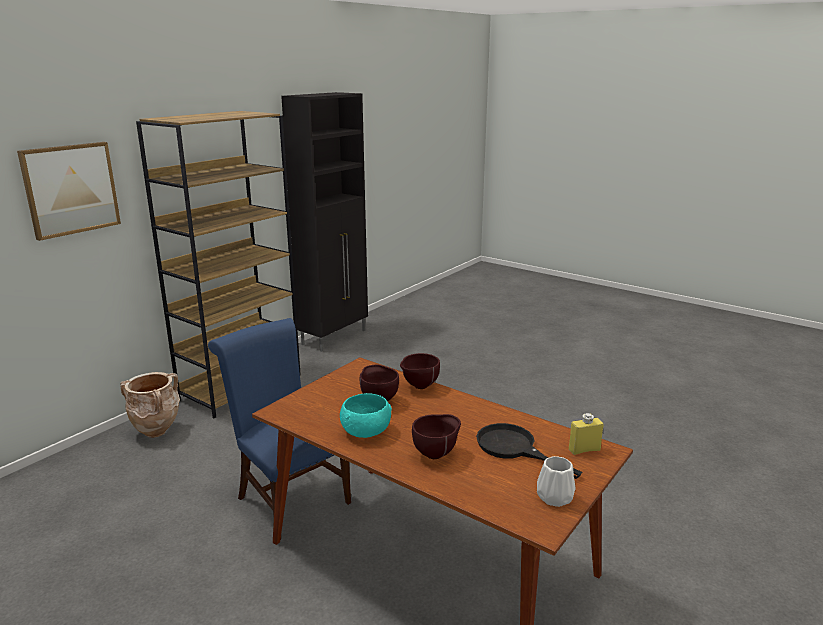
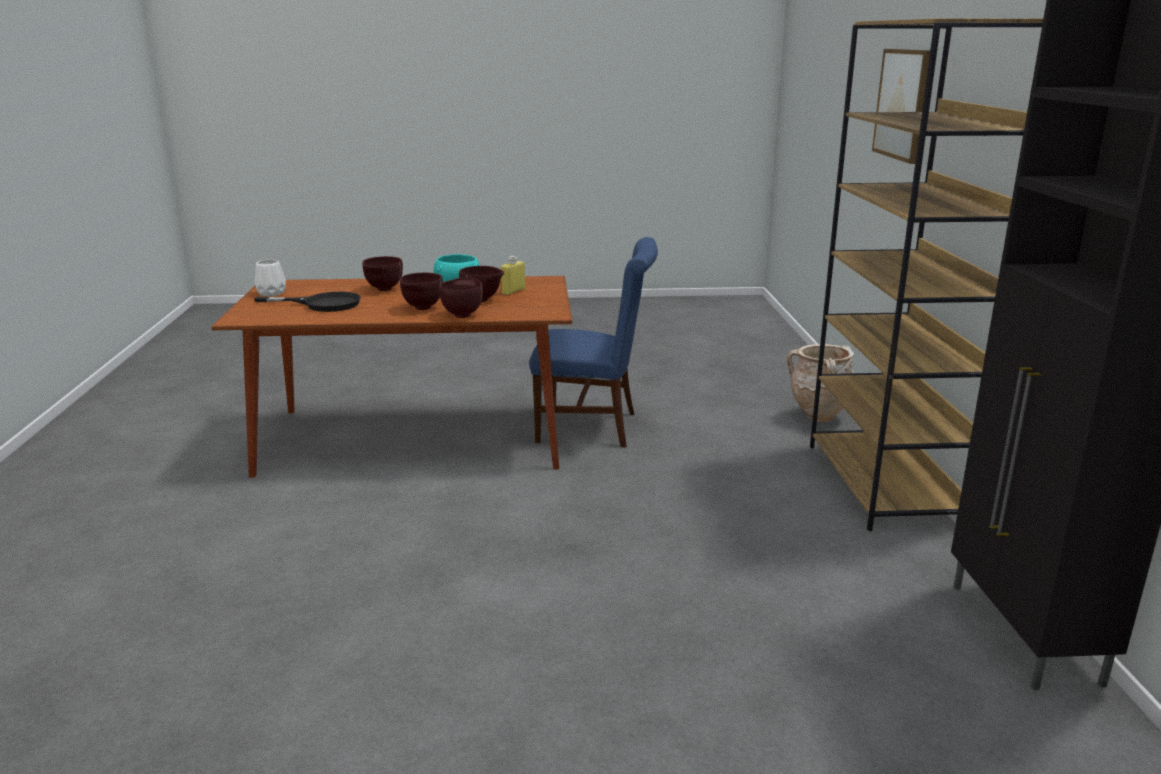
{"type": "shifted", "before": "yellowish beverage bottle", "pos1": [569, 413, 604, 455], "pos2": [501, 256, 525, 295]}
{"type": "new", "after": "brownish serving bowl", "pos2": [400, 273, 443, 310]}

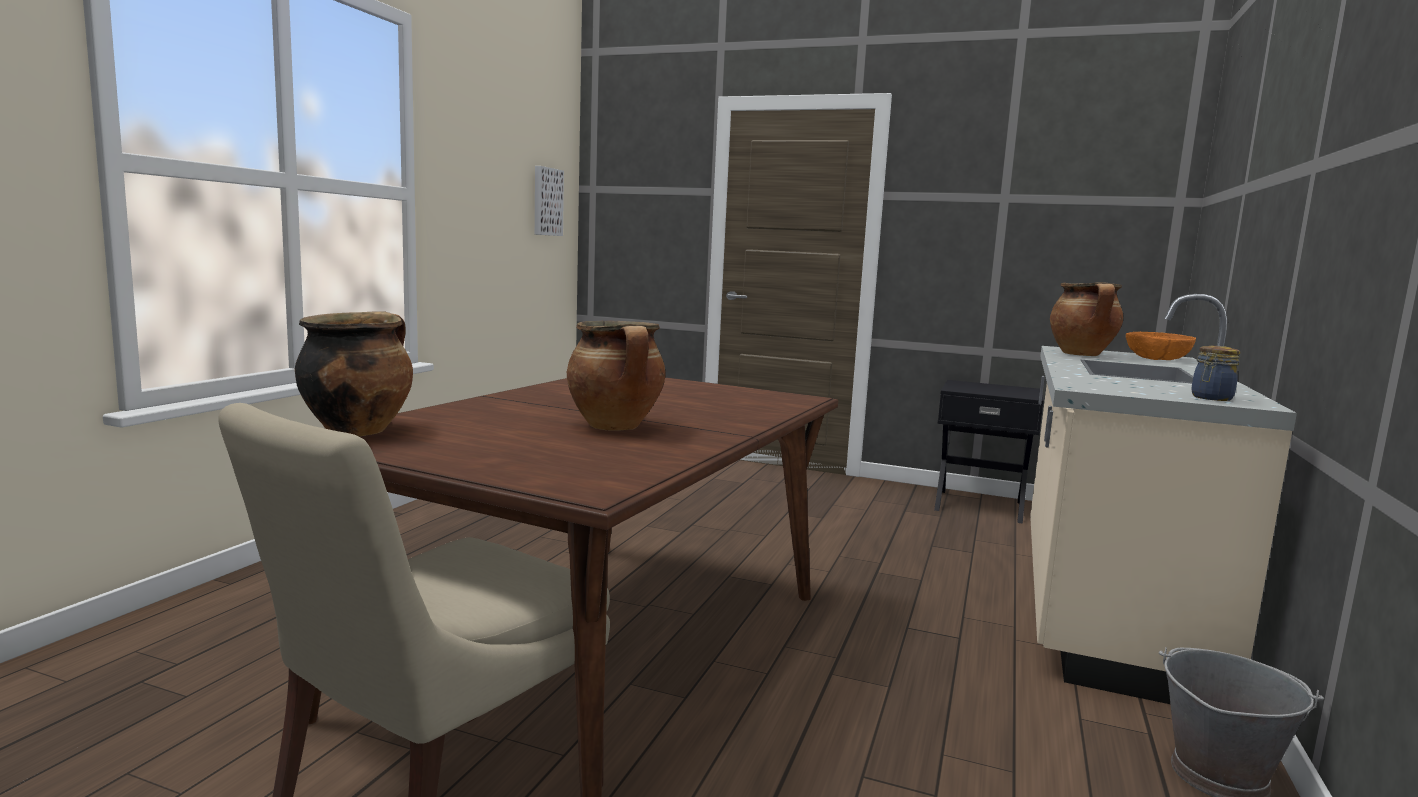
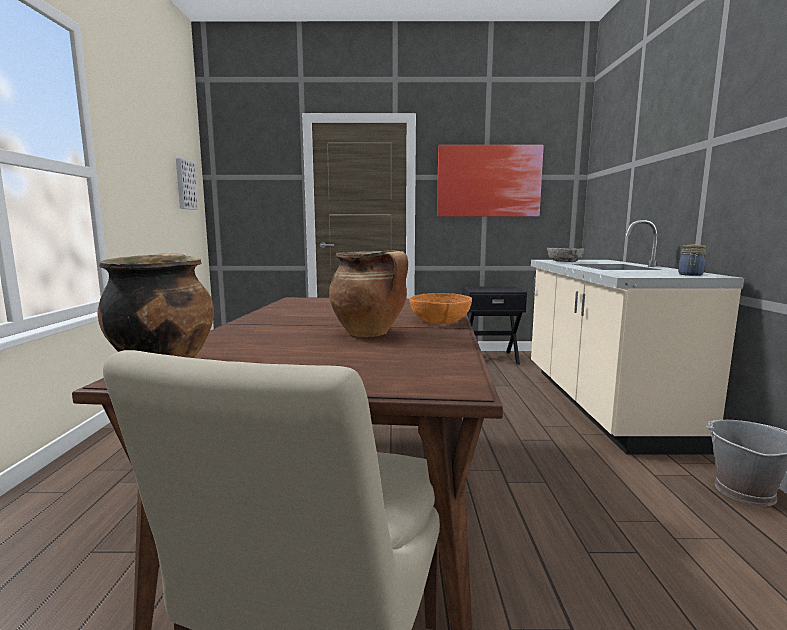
{"type": "swapped", "before": "cooking pot", "after": "grey serving bowl", "pos1": [1050, 282, 1123, 356], "pos2": [547, 248, 584, 262]}
{"type": "shifted", "before": "orange serving bowl", "pos1": [1126, 332, 1196, 360], "pos2": [409, 293, 472, 324]}
{"type": "new", "after": "wall art", "pos2": [437, 145, 544, 216]}

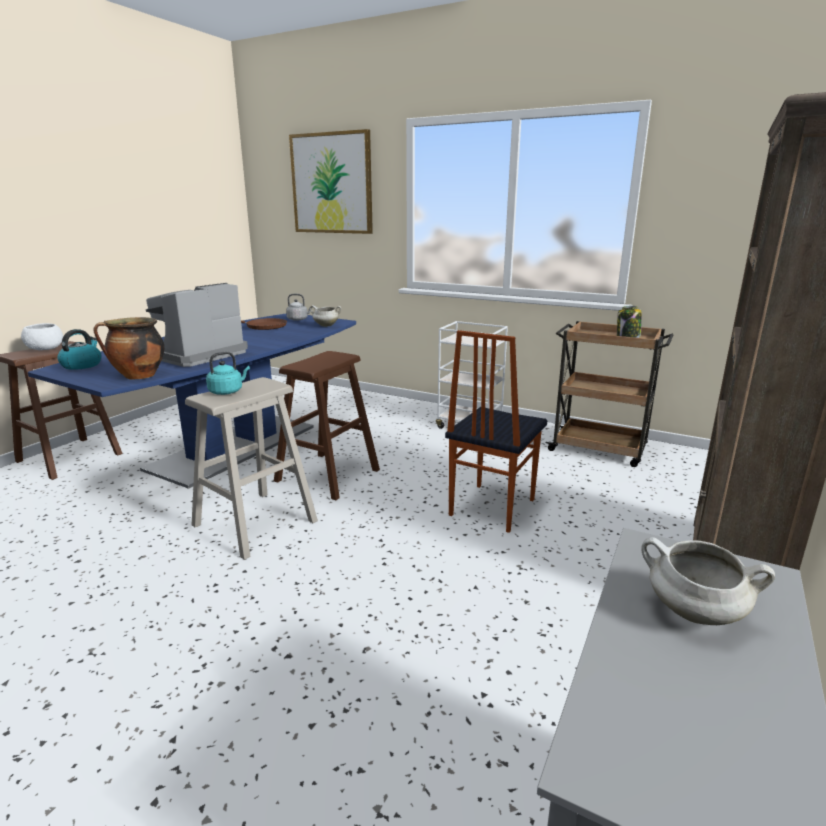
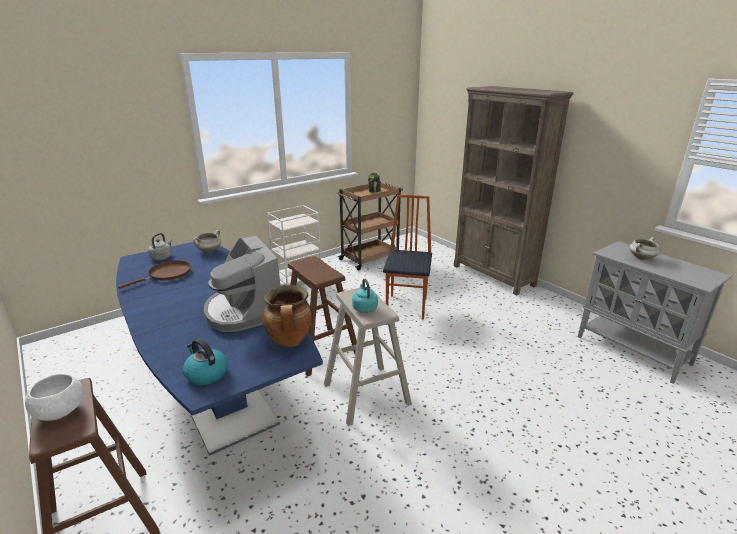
{"type": "gone", "before": "wall art", "pos1": [289, 129, 373, 234]}
{"type": "rotated", "before": "chair", "pos1": [445, 330, 548, 533], "pos2": [383, 195, 432, 320], "turn": -135}

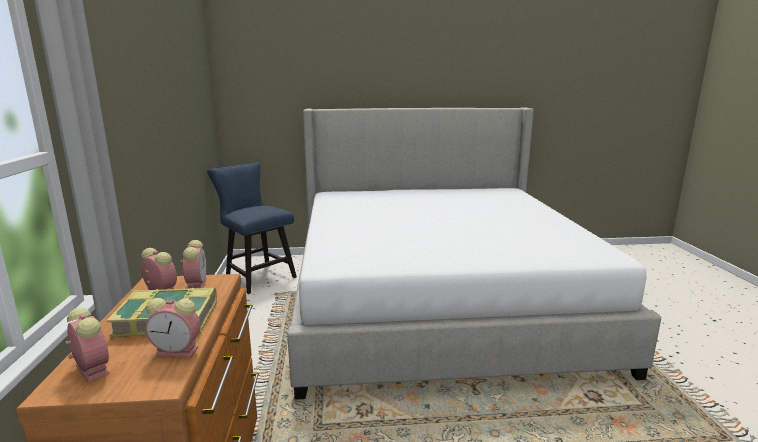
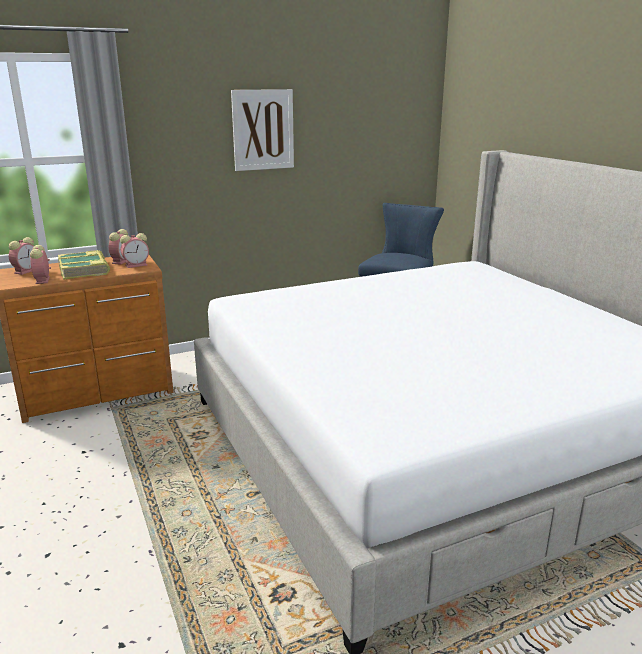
{"type": "new", "after": "wall art", "pos2": [231, 89, 294, 171]}

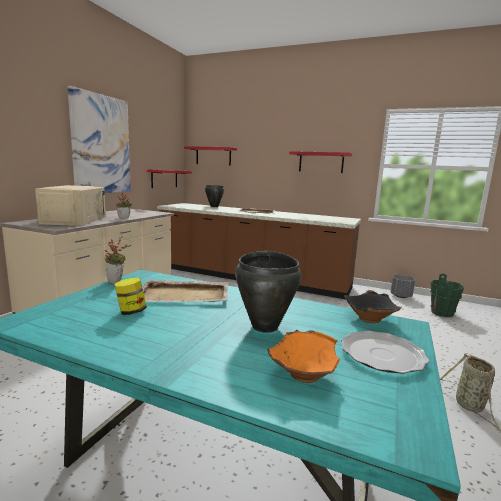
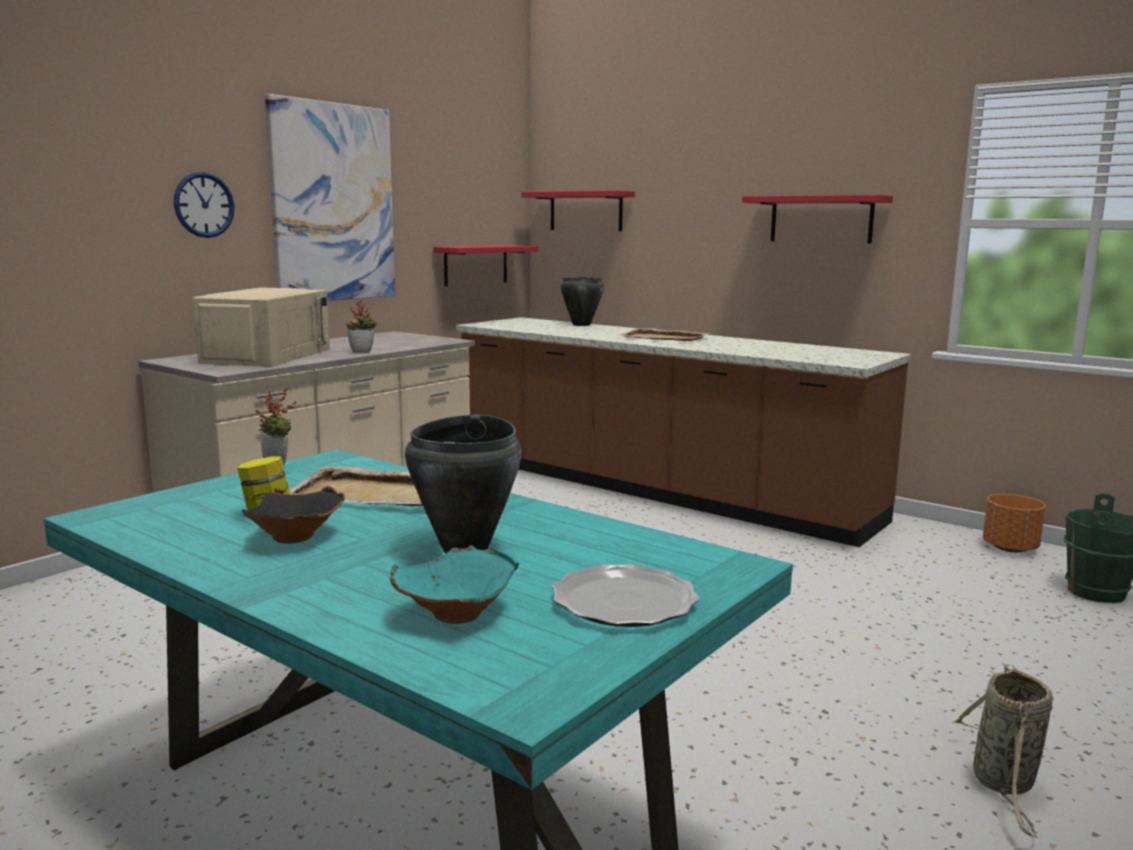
{"type": "repainted", "before": "orange serving bowl", "after": "turquoise serving bowl", "pos1": [267, 330, 340, 383], "pos2": [390, 545, 519, 624]}
{"type": "shifted", "before": "black serving bowl", "pos1": [344, 290, 402, 323], "pos2": [242, 486, 345, 543]}
{"type": "repainted", "before": "grey flower pot", "after": "orange flower pot", "pos1": [390, 275, 415, 298], "pos2": [983, 494, 1046, 553]}
{"type": "new", "after": "hanging clock", "pos2": [174, 172, 234, 238]}

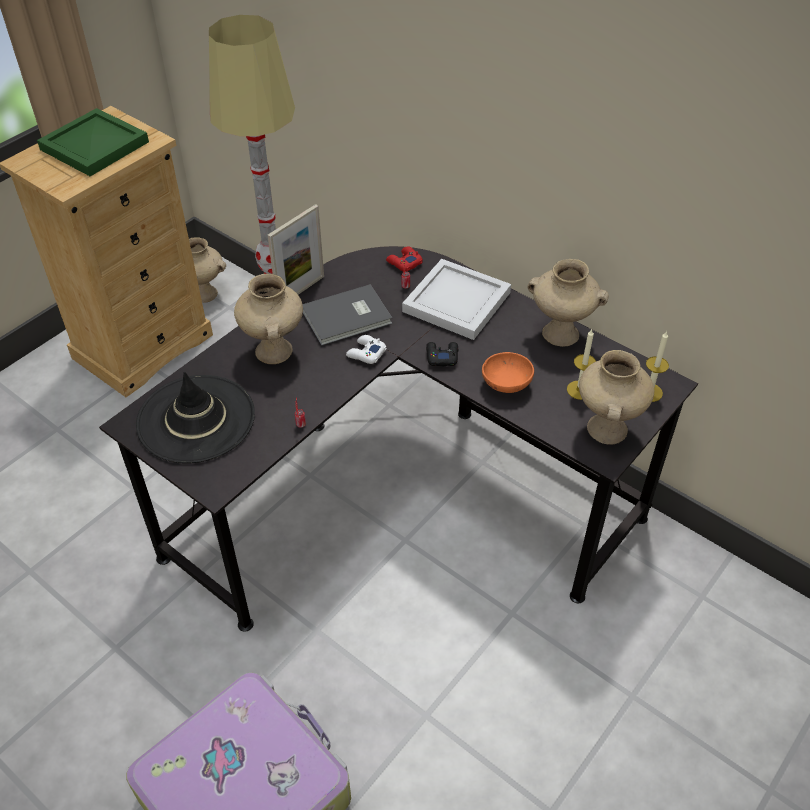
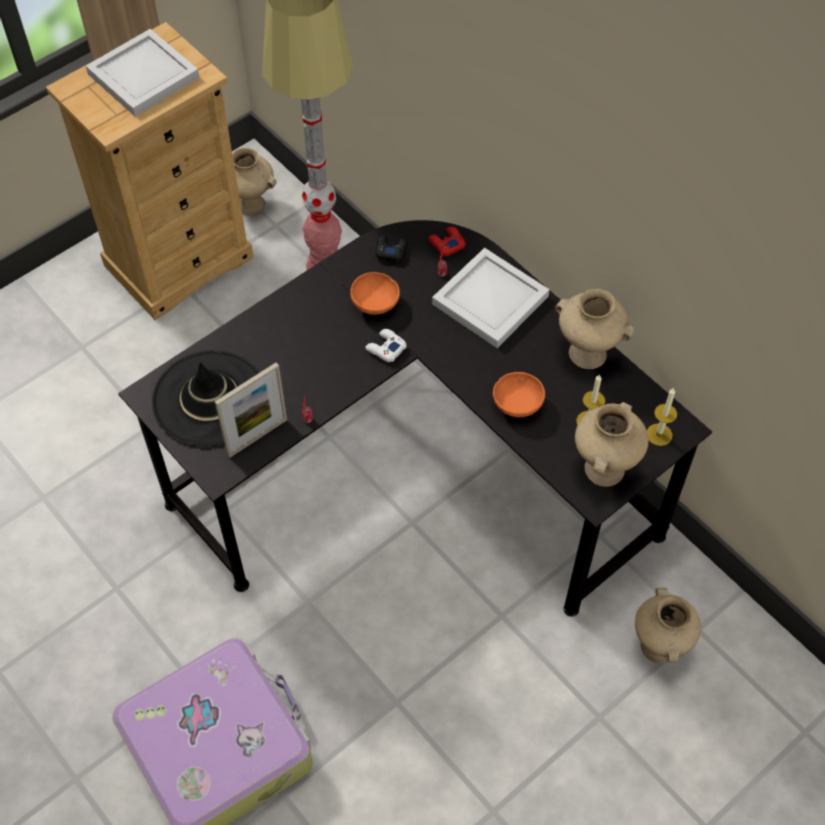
{"type": "repainted", "before": "green serving tray", "after": "white-coloured serving tray", "pos1": [37, 108, 149, 176], "pos2": [86, 29, 199, 116]}
{"type": "shifted", "before": "beige flower vase", "pos1": [234, 274, 303, 364], "pos2": [635, 588, 701, 663]}
{"type": "shifted", "before": "photo frame", "pos1": [268, 204, 324, 295], "pos2": [215, 363, 287, 458]}
{"type": "swapped", "before": "grey bound book", "after": "orange serving bowl", "pos1": [302, 284, 392, 346], "pos2": [350, 272, 400, 315]}
{"type": "shifted", "before": "black gamepad", "pos1": [426, 342, 458, 367], "pos2": [376, 234, 408, 262]}

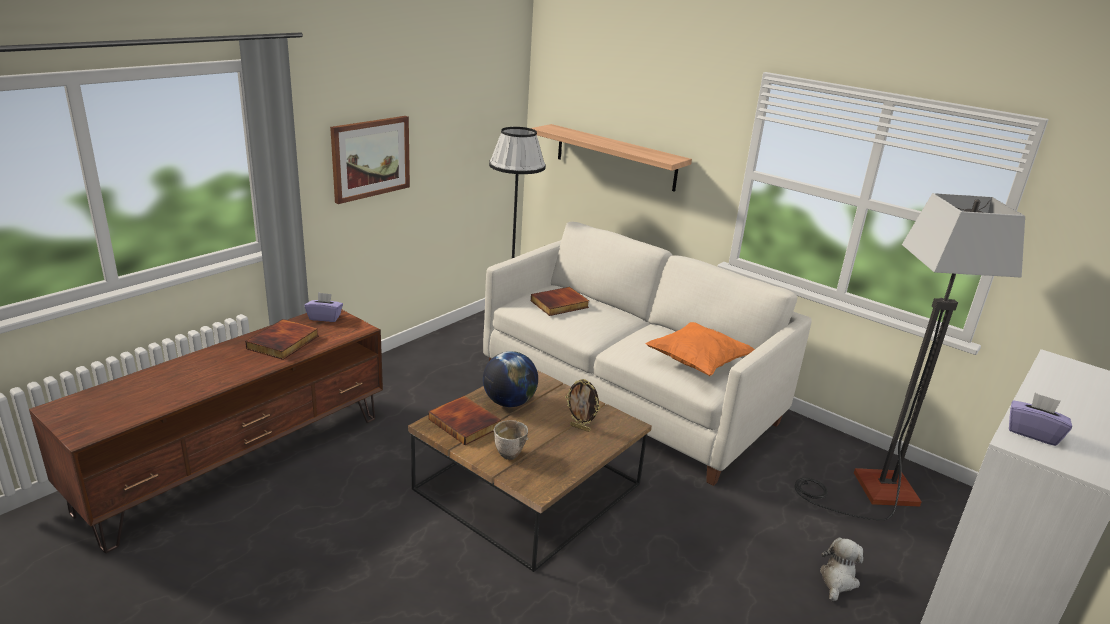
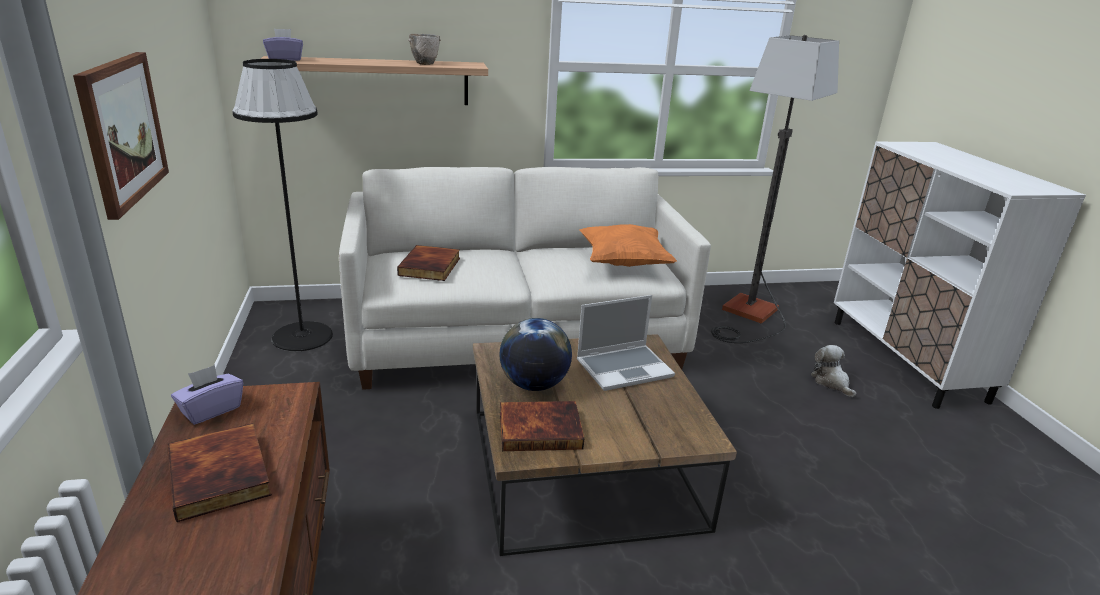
{"type": "shifted", "before": "serving bowl", "pos1": [493, 420, 529, 460], "pos2": [408, 34, 441, 65]}
{"type": "swapped", "before": "photo frame", "after": "notebook computer", "pos1": [565, 379, 600, 432], "pos2": [577, 295, 675, 391]}
{"type": "shifted", "before": "purplish box of tissues", "pos1": [1009, 393, 1072, 446], "pos2": [263, 29, 303, 61]}

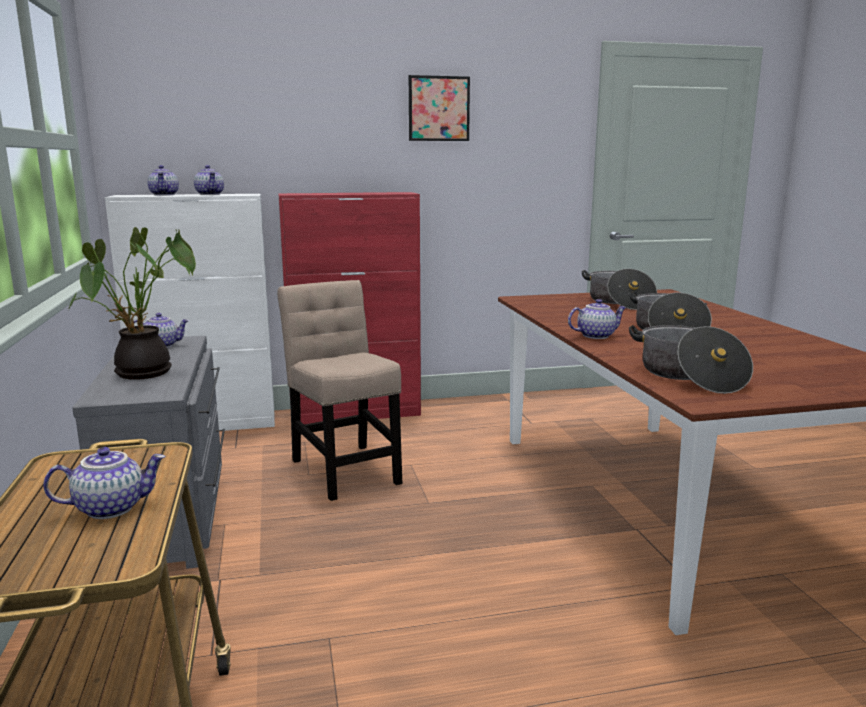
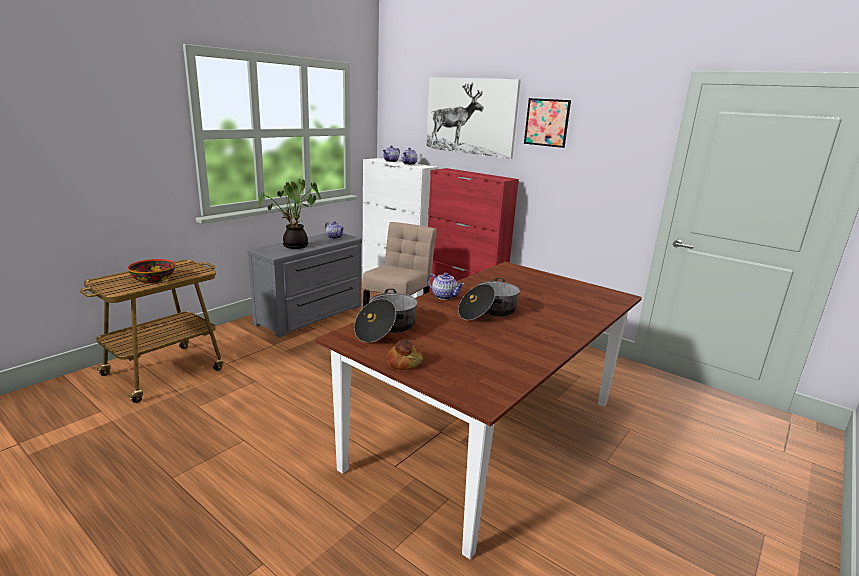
{"type": "swapped", "before": "tea pot", "after": "serving bowl", "pos1": [43, 447, 166, 519], "pos2": [128, 259, 175, 283]}
{"type": "gone", "before": "cooking pot", "pos1": [582, 269, 657, 310]}
{"type": "new", "after": "bakery bread", "pos2": [387, 339, 423, 370]}
{"type": "new", "after": "wall art", "pos2": [426, 77, 521, 159]}

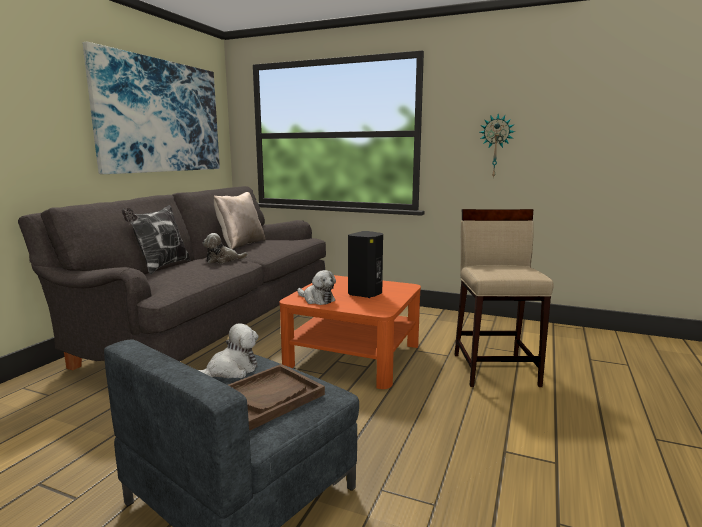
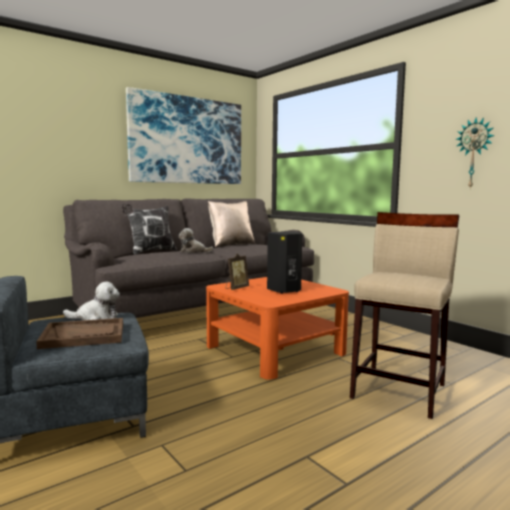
{"type": "swapped", "before": "plush toy", "after": "photo frame", "pos1": [297, 270, 336, 305], "pos2": [225, 254, 249, 290]}

